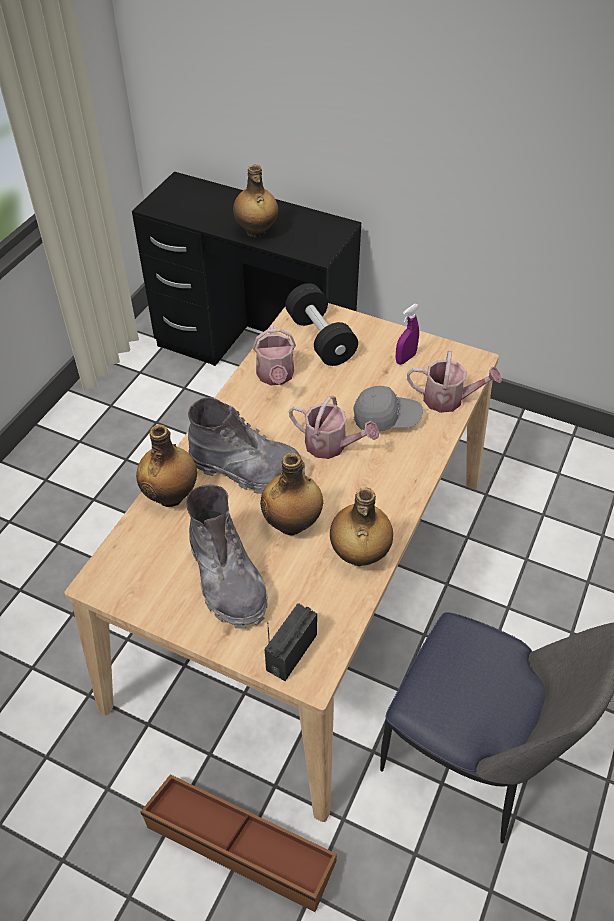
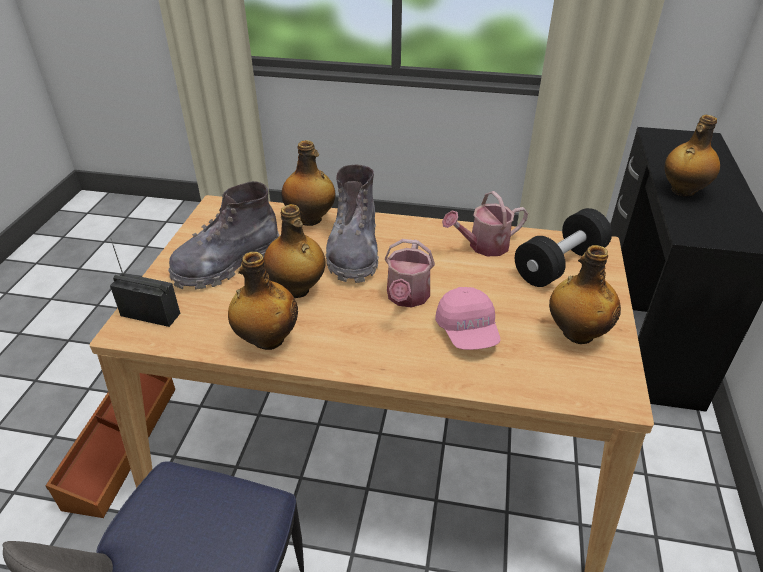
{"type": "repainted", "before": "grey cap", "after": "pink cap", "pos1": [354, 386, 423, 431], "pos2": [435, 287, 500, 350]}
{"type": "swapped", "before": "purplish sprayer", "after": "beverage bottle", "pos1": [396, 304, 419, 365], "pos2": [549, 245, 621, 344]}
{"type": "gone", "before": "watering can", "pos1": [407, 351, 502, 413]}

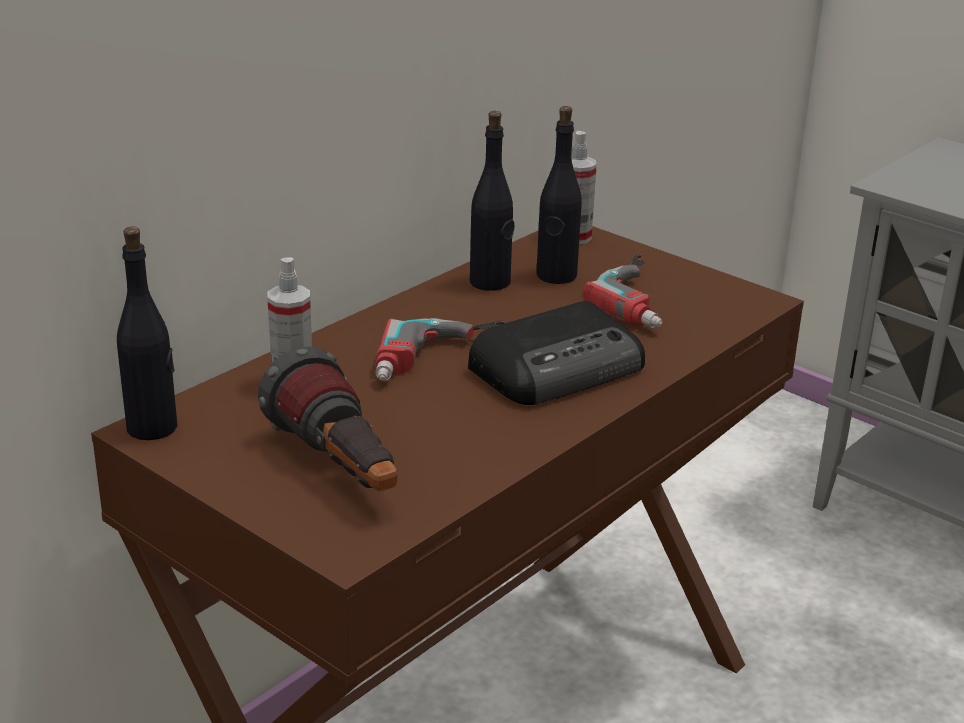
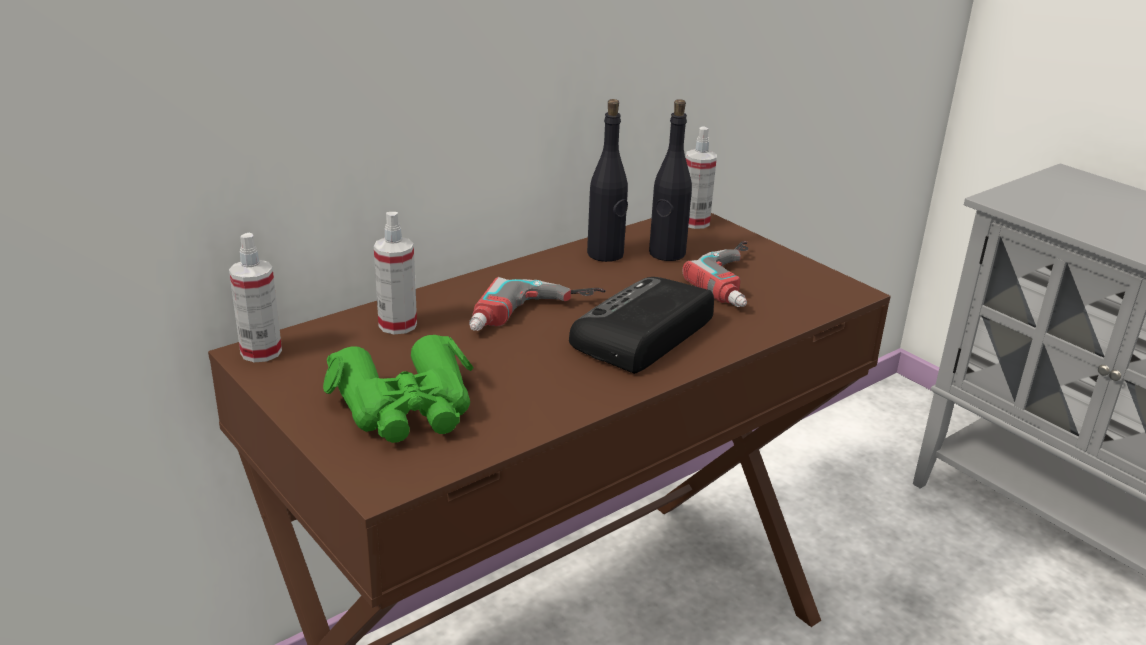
{"type": "swapped", "before": "black beverage bottle", "after": "sprayer", "pos1": [117, 226, 177, 440], "pos2": [229, 233, 282, 362]}
{"type": "swapped", "before": "flashlight", "after": "green pair of binoculars", "pos1": [258, 346, 398, 491], "pos2": [323, 335, 474, 443]}
{"type": "rotated", "before": "radio", "pos1": [468, 301, 645, 405], "pos2": [569, 277, 714, 374], "turn": 150}

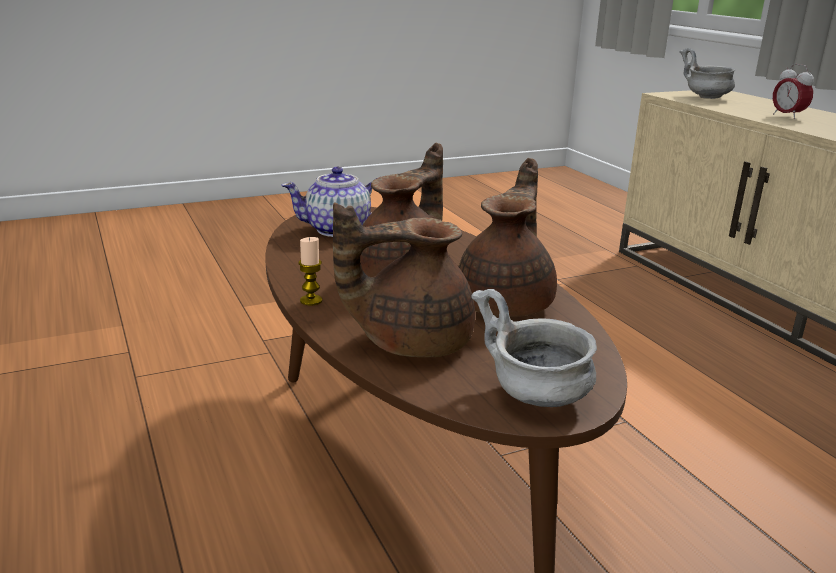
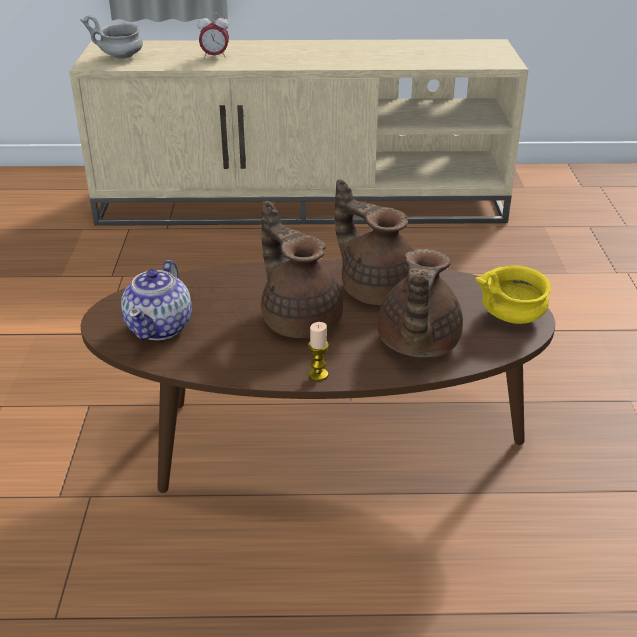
{"type": "repainted", "before": "grey serving bowl", "after": "yellowish serving bowl", "pos1": [471, 289, 597, 407], "pos2": [476, 265, 551, 324]}

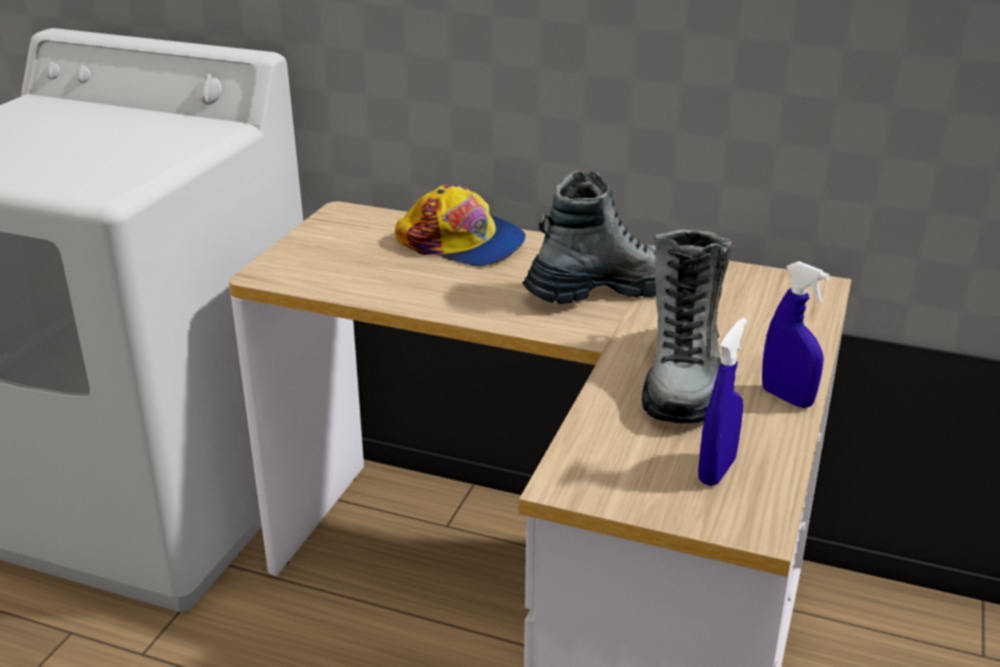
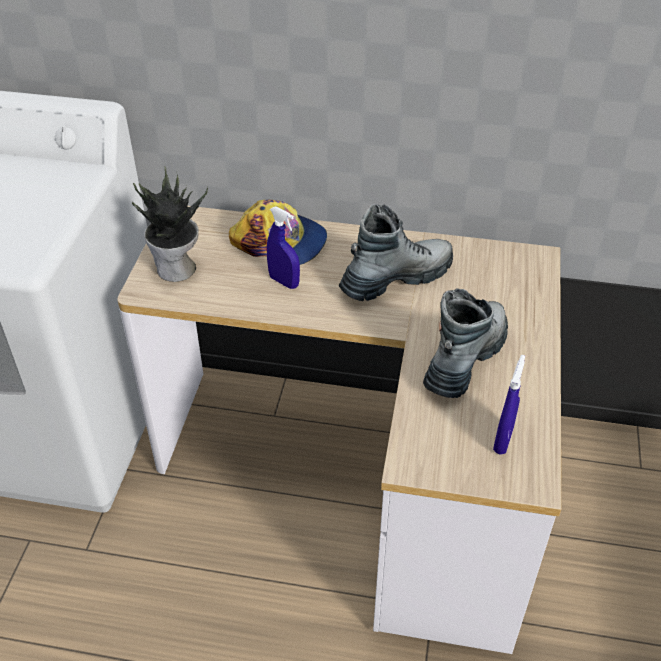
{"type": "rotated", "before": "high-top boot", "pos1": [641, 229, 732, 423], "pos2": [423, 288, 508, 398], "turn": -150}
{"type": "shifted", "before": "blue-coloured sprayer", "pos1": [762, 261, 830, 408], "pos2": [267, 206, 300, 289]}
{"type": "new", "after": "potted plant", "pos2": [132, 166, 208, 282]}

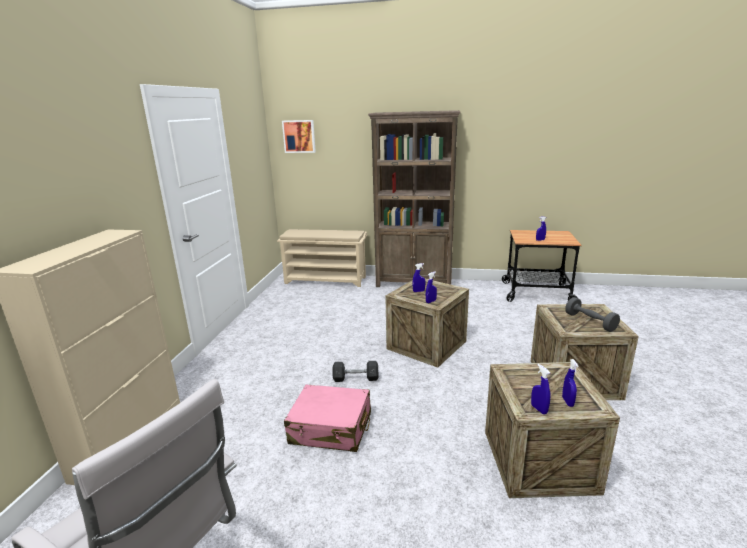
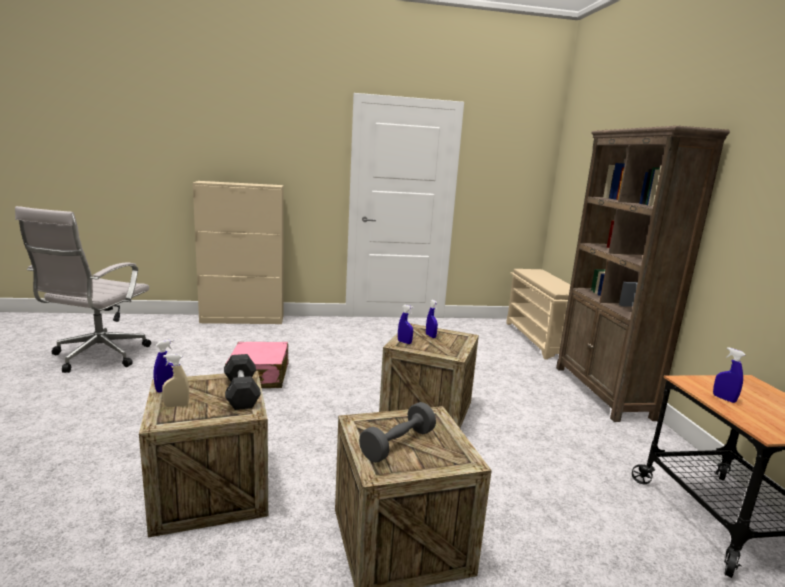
{"type": "gone", "before": "wall art", "pos1": [282, 120, 316, 153]}
{"type": "shifted", "before": "grey hand weight", "pos1": [332, 361, 378, 382], "pos2": [224, 354, 261, 410]}
{"type": "repainted", "before": "blue-coloured sprayer", "after": "beige sprayer", "pos1": [562, 359, 578, 407], "pos2": [162, 354, 189, 407]}

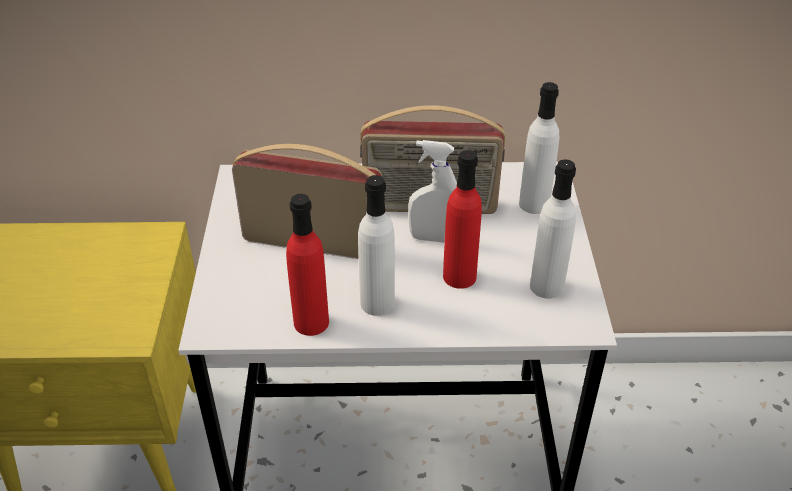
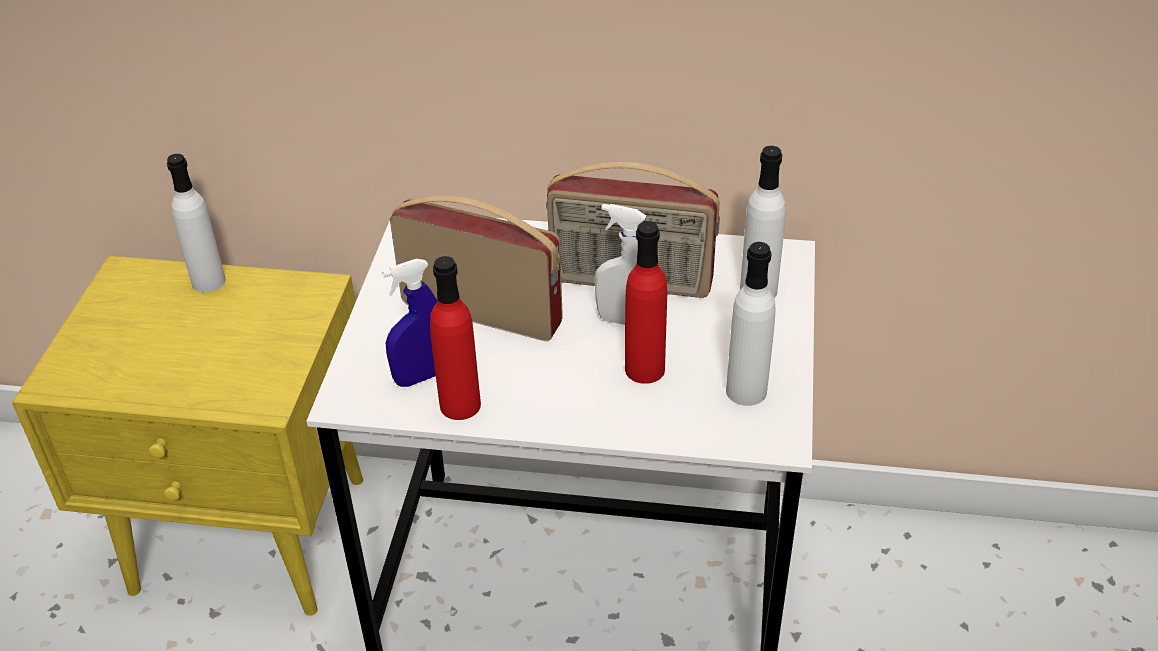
{"type": "shifted", "before": "white-coloured beverage bottle", "pos1": [358, 175, 395, 316], "pos2": [167, 154, 226, 292]}
{"type": "new", "after": "blue-coloured sprayer", "pos2": [382, 259, 437, 387]}

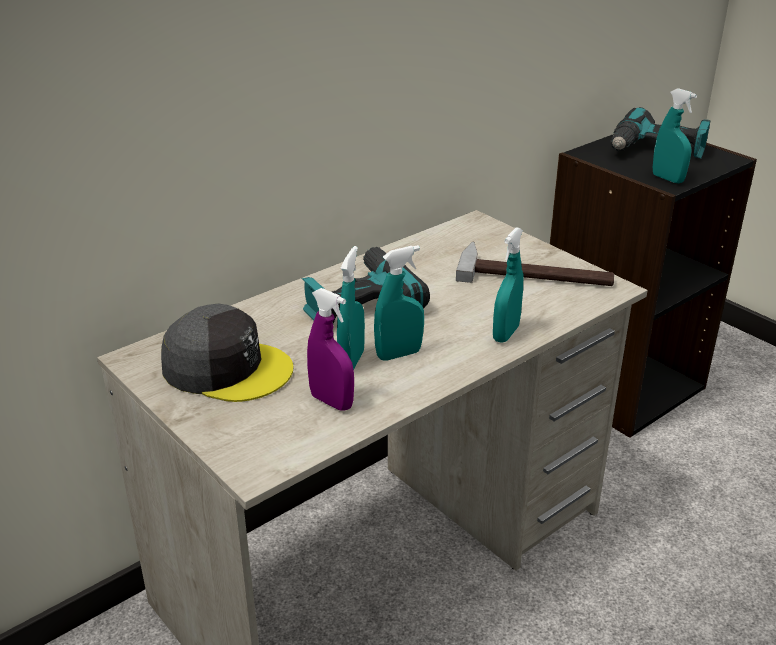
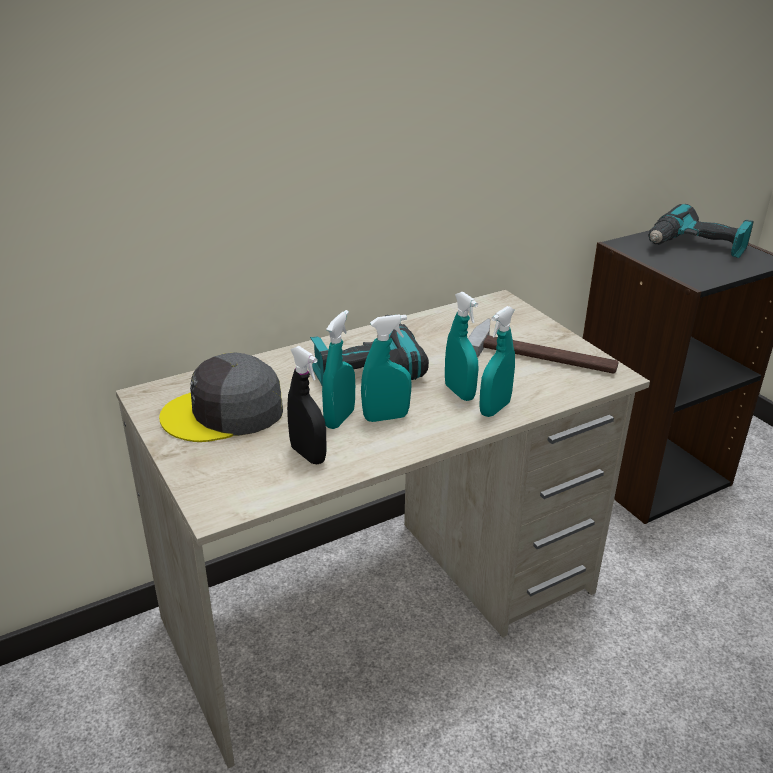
{"type": "rotated", "before": "grey cap", "pos1": [161, 304, 293, 402], "pos2": [159, 352, 283, 442], "turn": 135}
{"type": "repainted", "before": "purplish sprayer", "after": "black sprayer", "pos1": [307, 288, 354, 411], "pos2": [287, 346, 327, 464]}
{"type": "shifted", "before": "turquoise sprayer", "pos1": [653, 88, 697, 183], "pos2": [445, 292, 479, 401]}

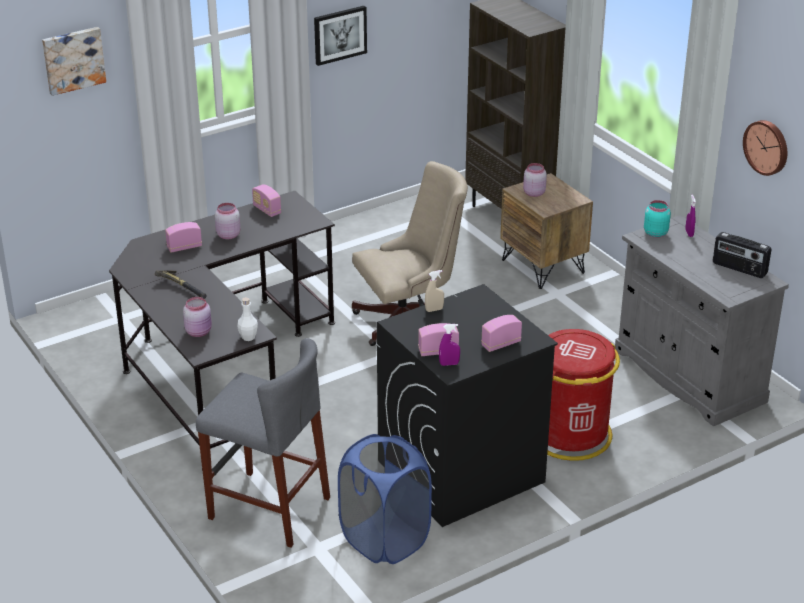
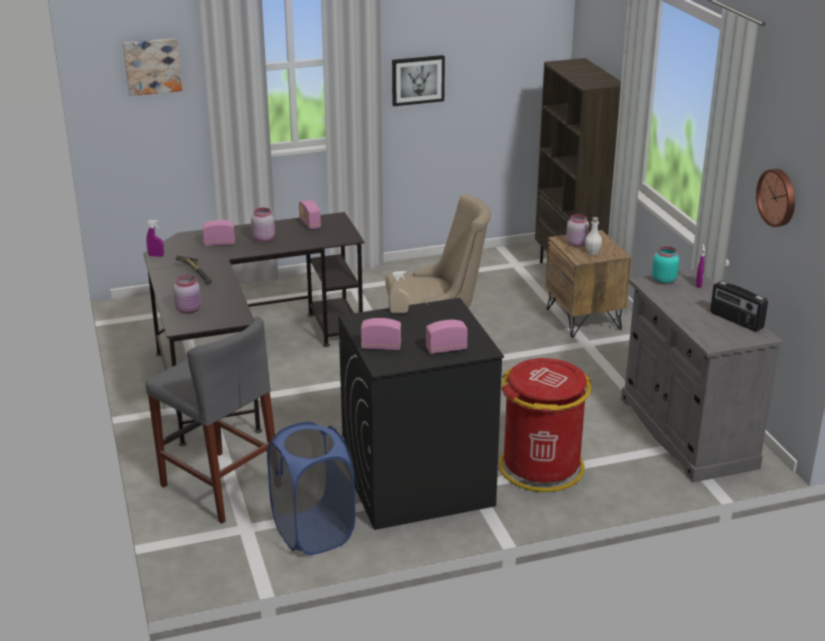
{"type": "shifted", "before": "white-coloured beverage bottle", "pos1": [237, 297, 258, 341], "pos2": [585, 217, 602, 255]}
{"type": "shifted", "before": "purplish sprayer", "pos1": [439, 324, 460, 366], "pos2": [146, 220, 164, 257]}

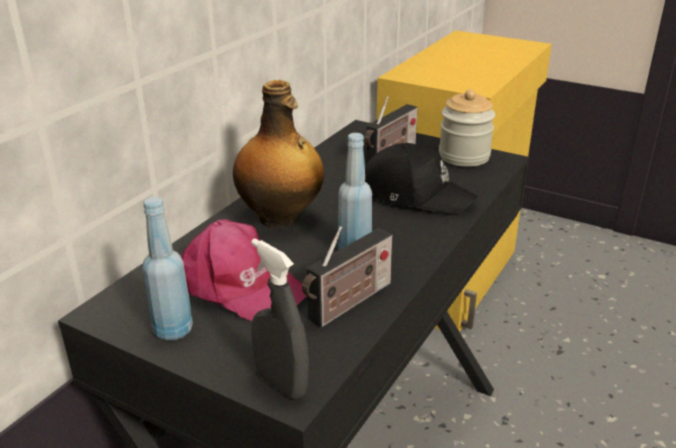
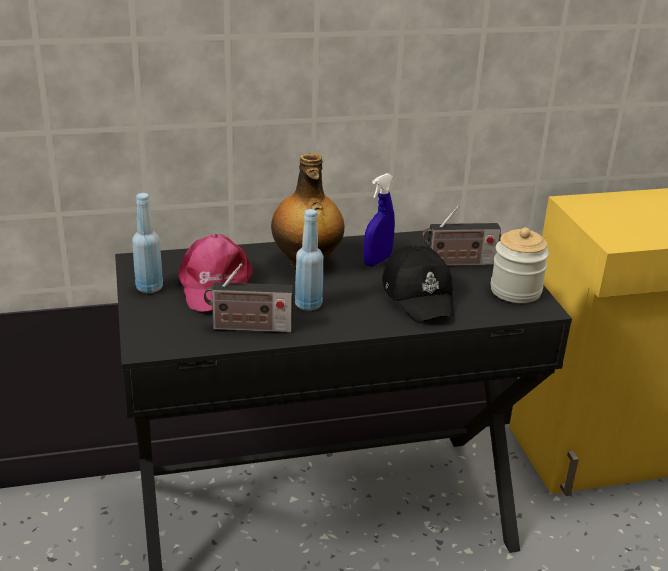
{"type": "gone", "before": "grey sprayer", "pos1": [251, 238, 309, 399]}
{"type": "new", "after": "blue-coloured sprayer", "pos2": [364, 173, 395, 266]}

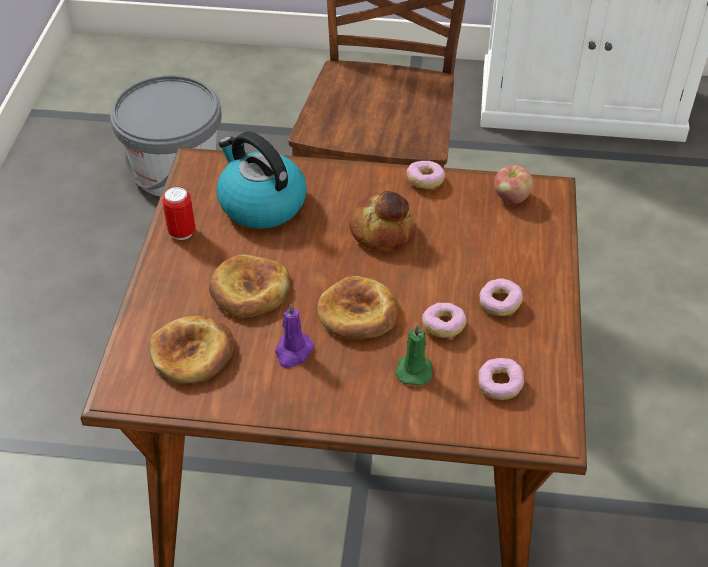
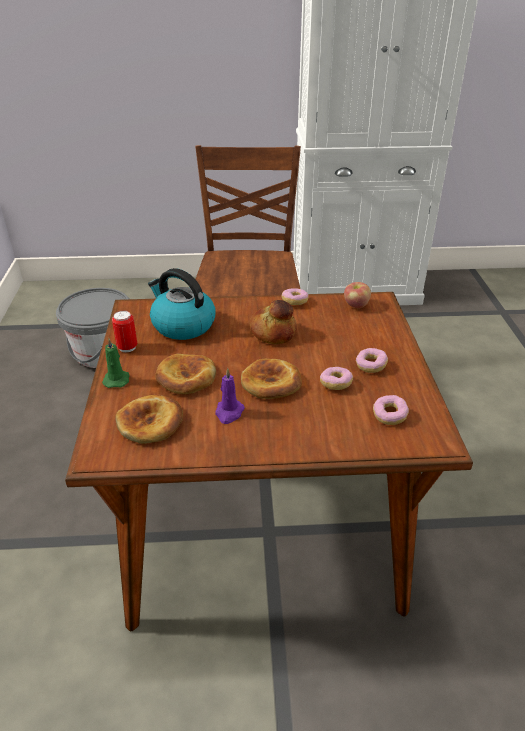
{"type": "shifted", "before": "green candle", "pos1": [395, 323, 433, 386], "pos2": [102, 338, 129, 388]}

